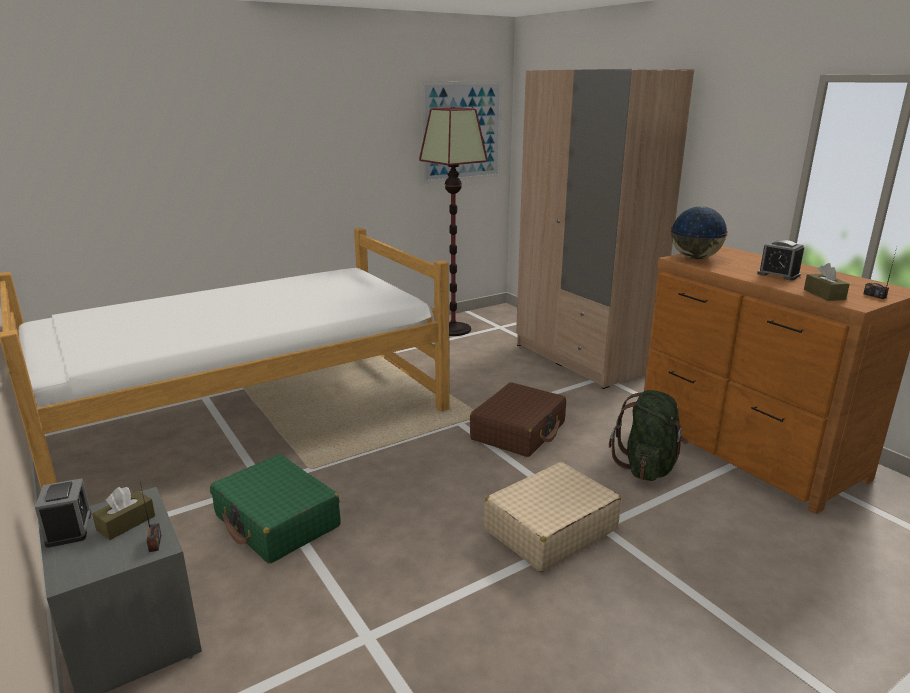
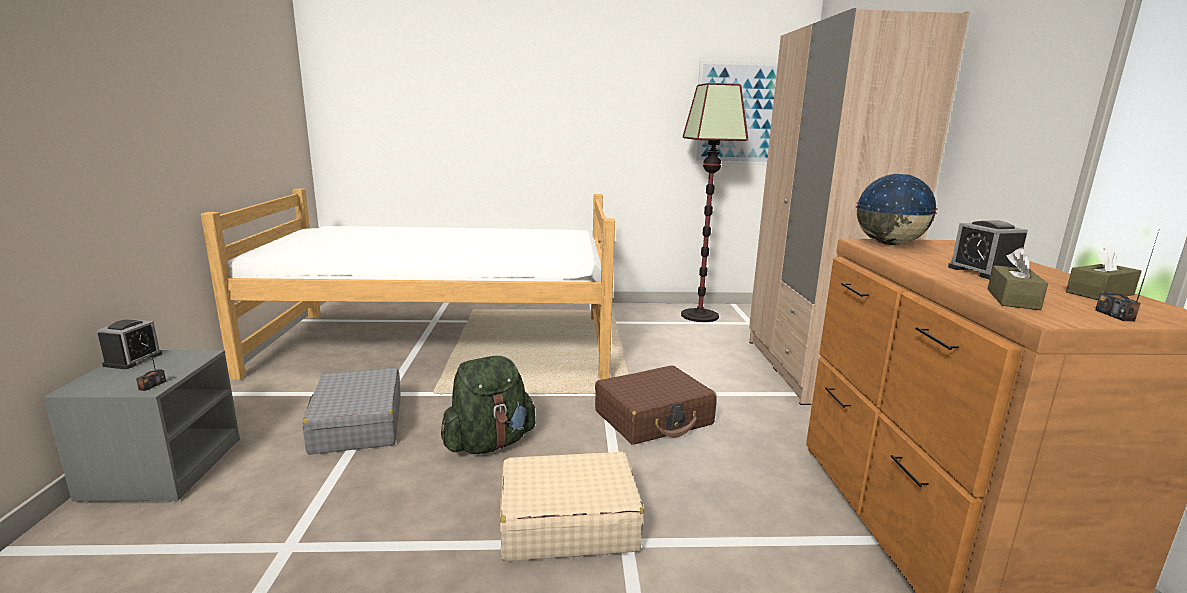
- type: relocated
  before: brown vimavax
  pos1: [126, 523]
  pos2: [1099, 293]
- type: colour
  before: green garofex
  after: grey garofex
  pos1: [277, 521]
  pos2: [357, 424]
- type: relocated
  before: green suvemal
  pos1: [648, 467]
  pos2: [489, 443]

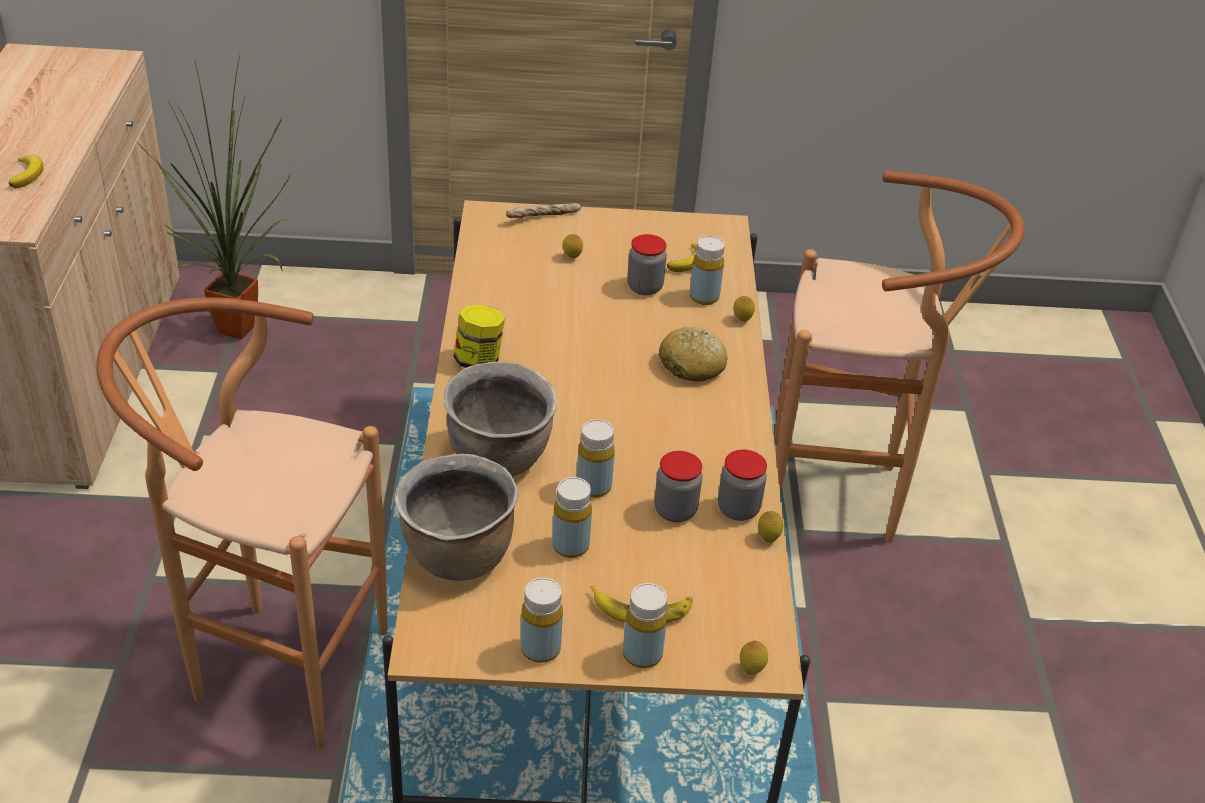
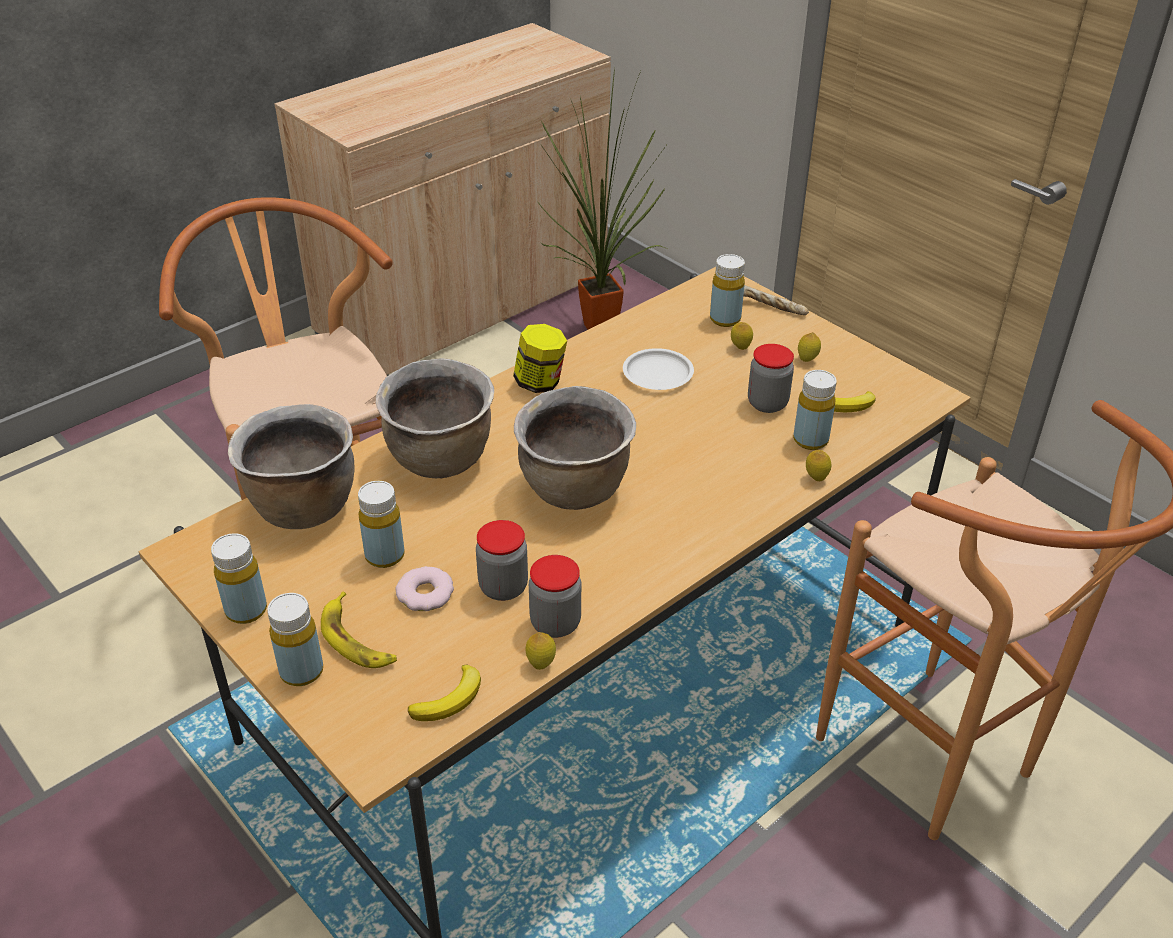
- type: relocated
  before: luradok
  pos1: [28, 174]
  pos2: [450, 699]
- type: relocated
  before: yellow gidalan
  pos1: [593, 487]
  pos2: [725, 319]
- type: missing
  before: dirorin
  pos1: [692, 365]
- type: relocated
  before: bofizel
  pos1: [751, 670]
  pos2: [807, 360]
- type: appeared
  after: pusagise
  pos2: [425, 594]
- type: appeared
  after: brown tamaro
  pos2: [575, 490]
- type: appeared
  after: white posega
  pos2: [657, 374]

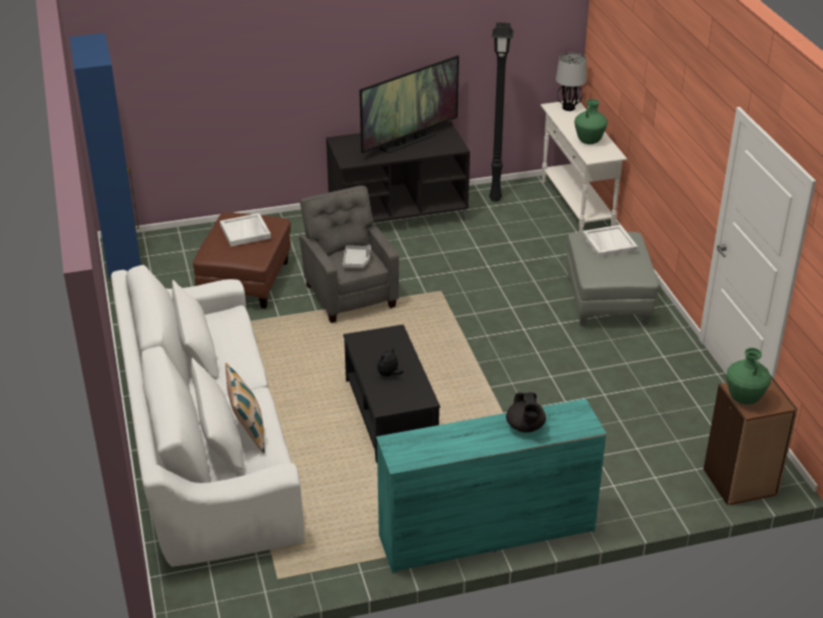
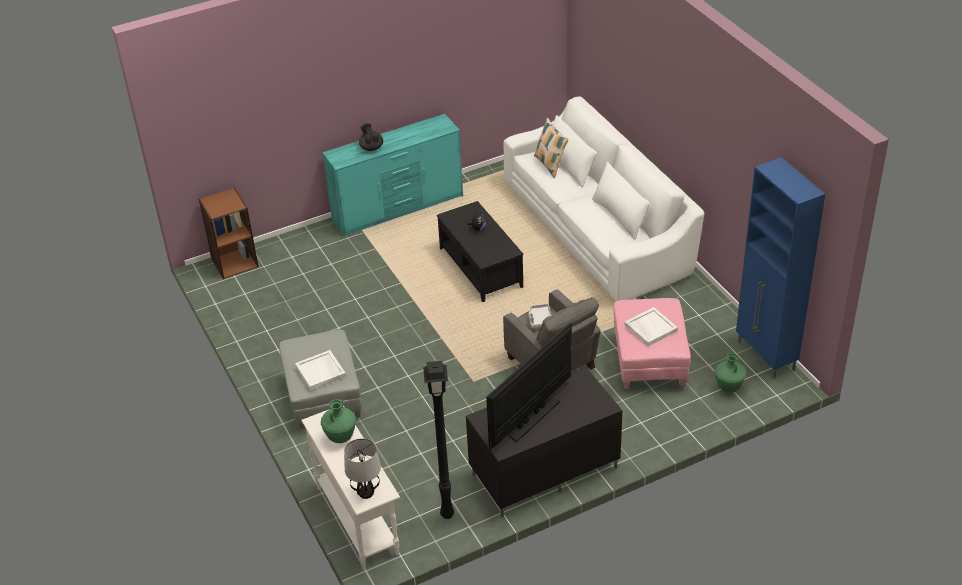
- type: colour
  before: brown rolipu
  after: pink rolipu
  pos1: [246, 281]
  pos2: [649, 361]
- type: relocated
  before: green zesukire
  pos1: [744, 399]
  pos2: [728, 387]

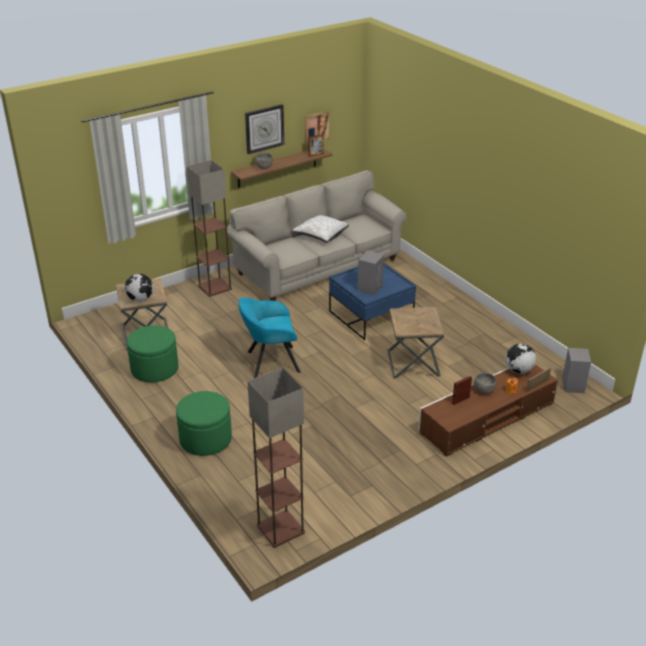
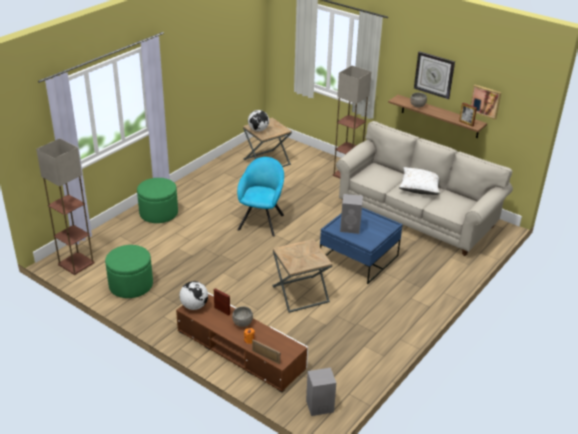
- type: relocated
  before: green rolipu
  pos1: [155, 369]
  pos2: [131, 285]
- type: spun
  before: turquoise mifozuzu
  pos1: [270, 362]
  pos2: [262, 220]
  turn: 45
- type: relocated
  before: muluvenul
  pos1: [518, 370]
  pos2: [194, 306]

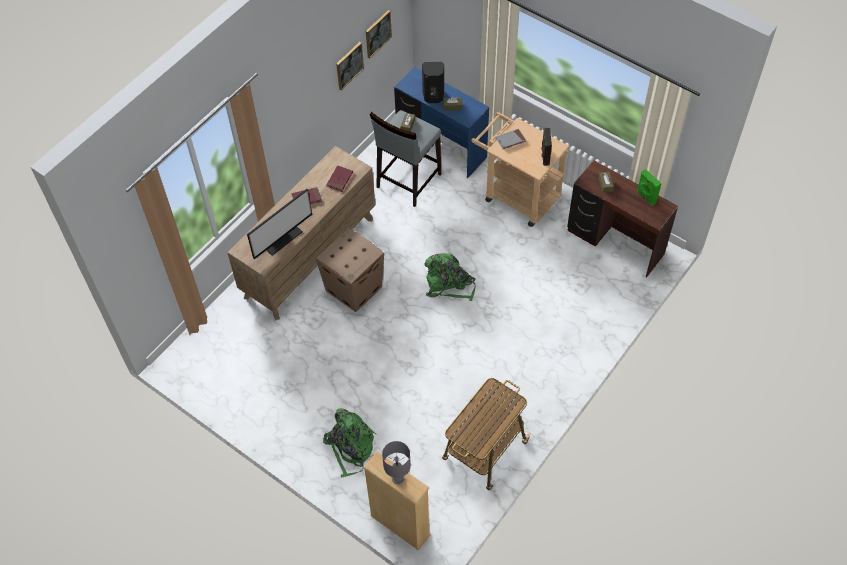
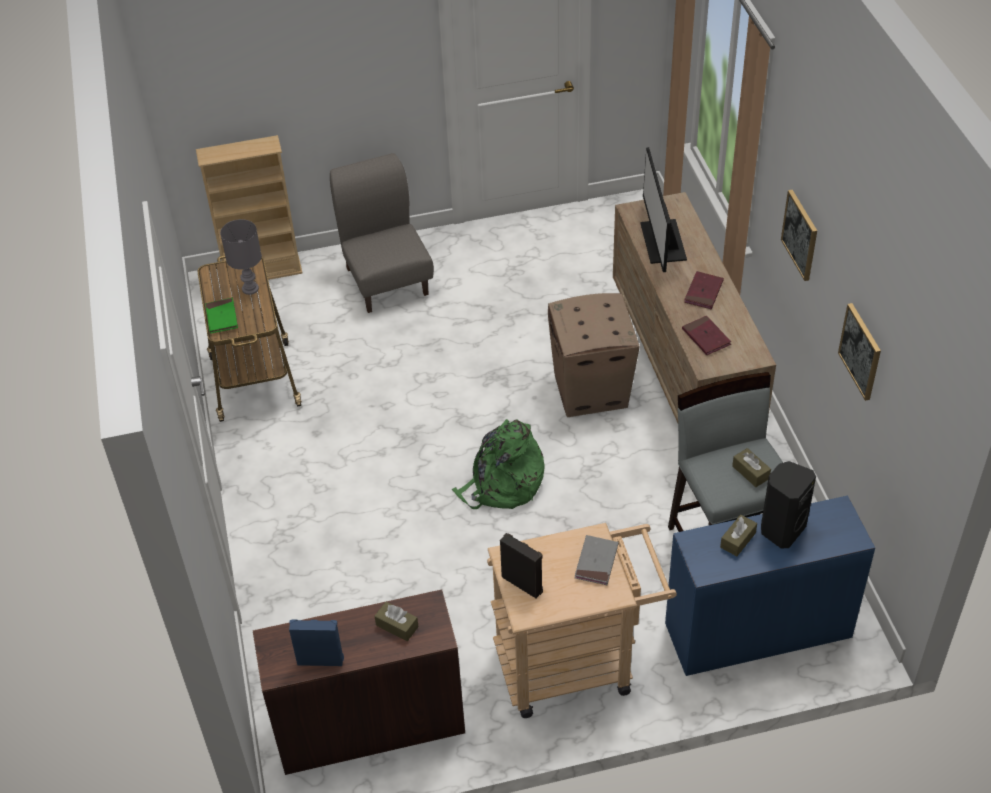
- type: exchanged
  before: green suvemal
  after: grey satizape
  pos1: [350, 447]
  pos2: [387, 280]
- type: relocated
  before: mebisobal
  pos1: [377, 33]
  pos2: [800, 234]
- type: relocated
  before: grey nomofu
  pos1: [397, 478]
  pos2: [250, 288]
- type: colour
  before: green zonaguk
  after: blue zonaguk
  pos1: [646, 197]
  pos2: [320, 659]
- type: appeared
  after: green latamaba
  pos2: [222, 317]

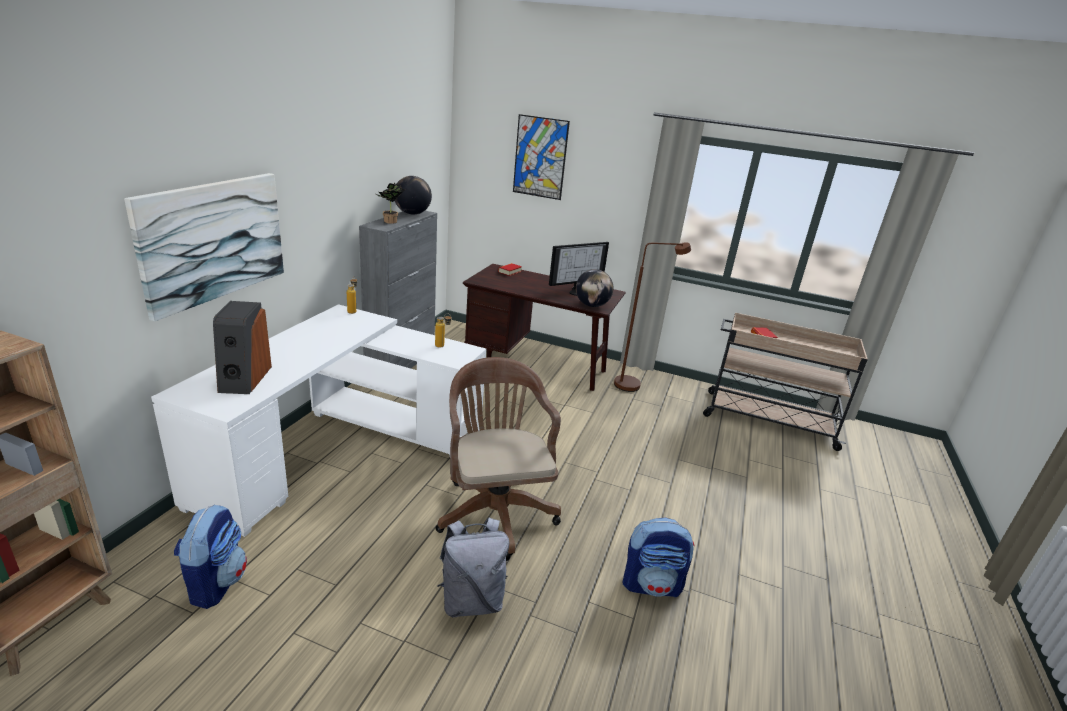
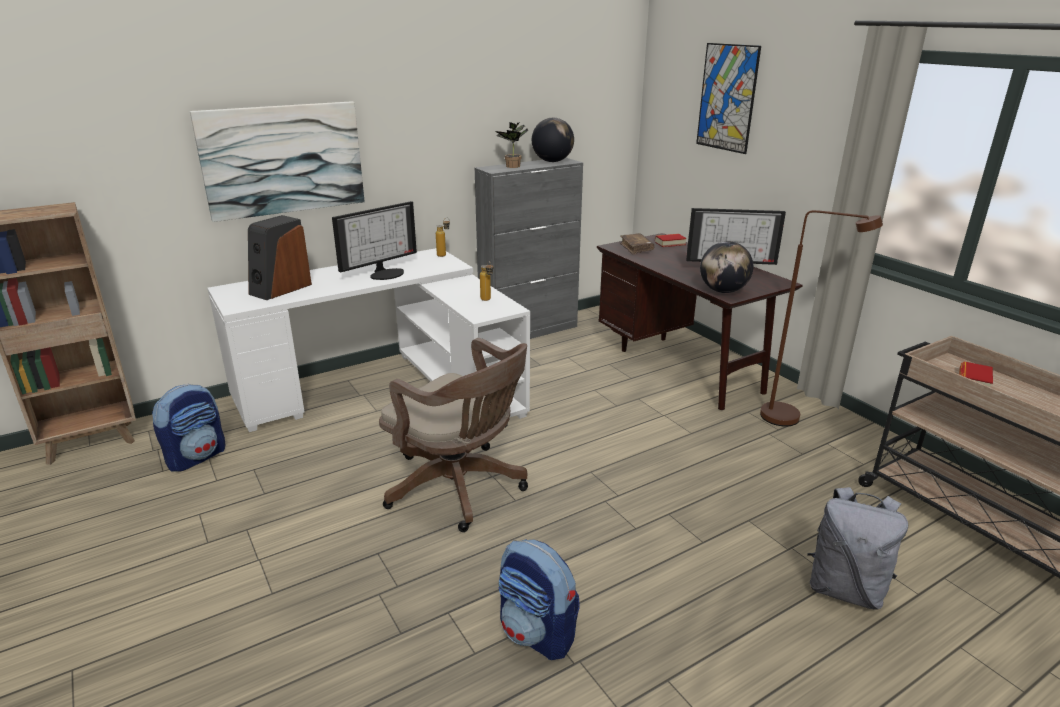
- type: spun
  before: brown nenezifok
  pos1: [495, 510]
  pos2: [460, 489]
  turn: 105
- type: relocated
  before: grey suvemal
  pos1: [471, 601]
  pos2: [845, 589]
- type: appeared
  after: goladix
  pos2: [385, 273]
- type: appeared
  after: brown latamaba
  pos2: [636, 248]

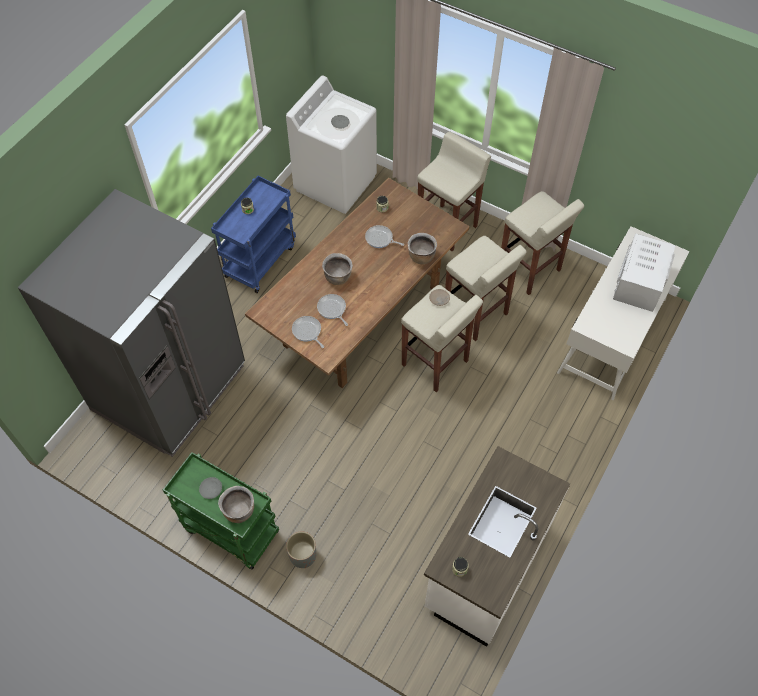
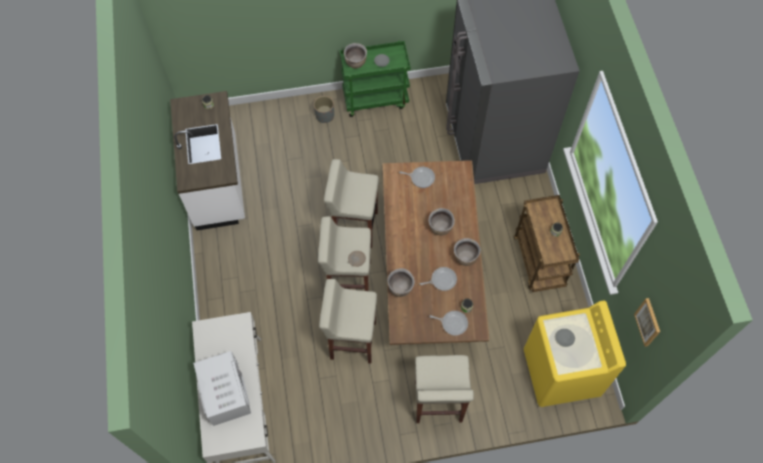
- type: colour
  before: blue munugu
  after: brown munugu
  pos1: [260, 260]
  pos2: [539, 262]
- type: colour
  before: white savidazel
  after: yellow savidazel
  pos1: [336, 183]
  pos2: [561, 373]
- type: relocated
  before: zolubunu
  pos1: [332, 309]
  pos2: [453, 323]
- type: relocated
  before: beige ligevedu
  pos1: [529, 270]
  pos2: [355, 227]
- type: appeared
  after: brown tamaro
  pos2: [465, 258]
- type: appeared
  after: mebisobal
  pos2: [648, 322]

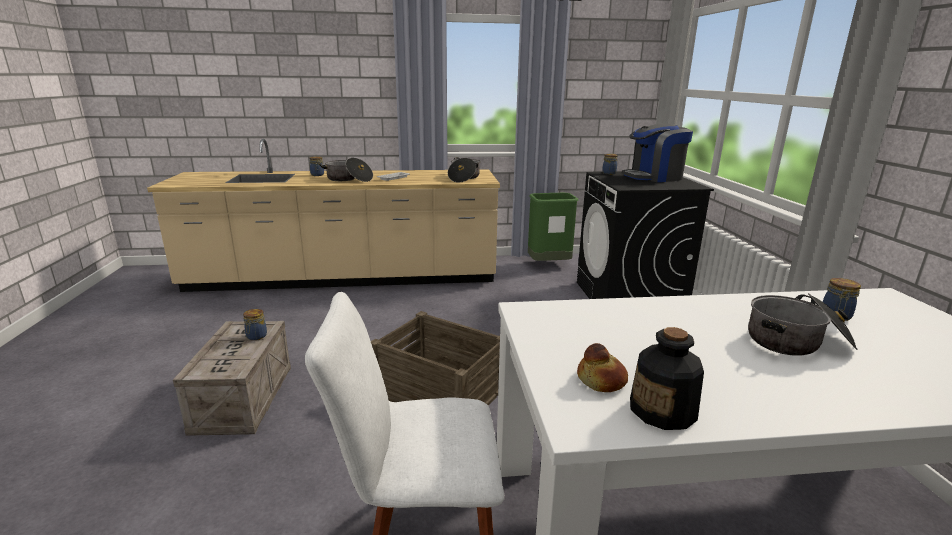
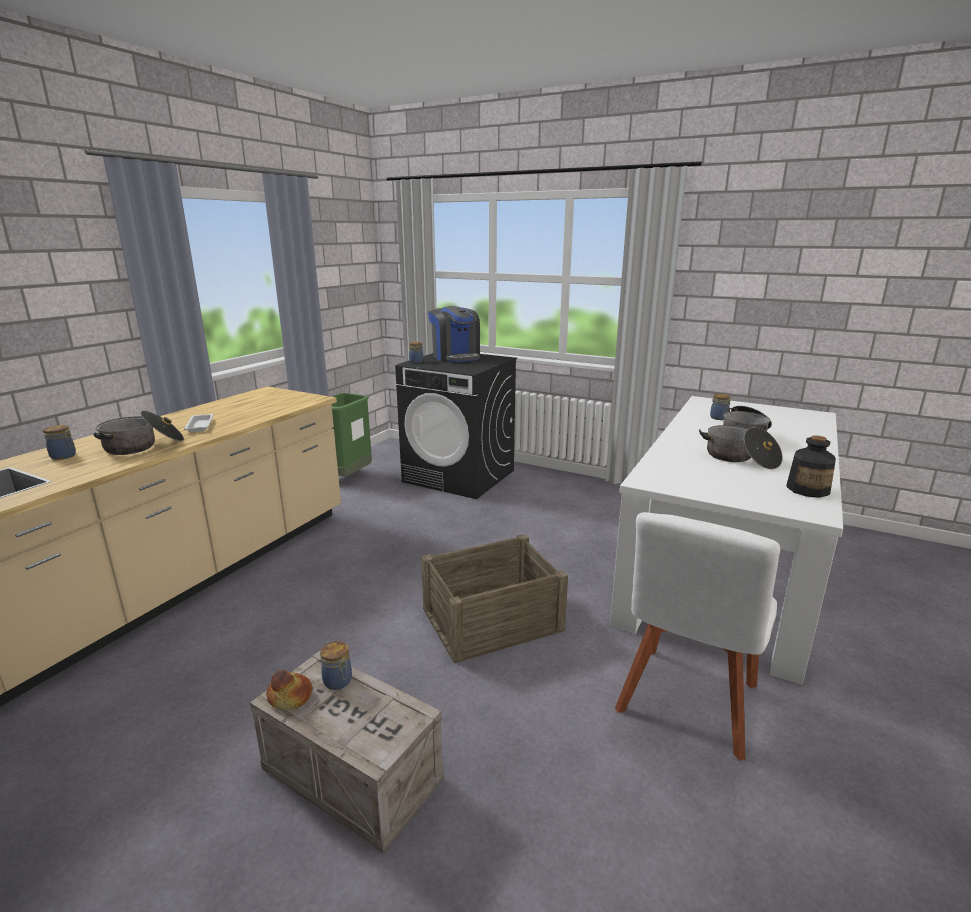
- type: relocated
  before: tamaro
  pos1: [464, 178]
  pos2: [739, 458]
- type: relocated
  before: dirorin
  pos1: [601, 380]
  pos2: [290, 696]
- type: spun
  before: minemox
  pos1: [654, 177]
  pos2: [456, 357]
  turn: -45

